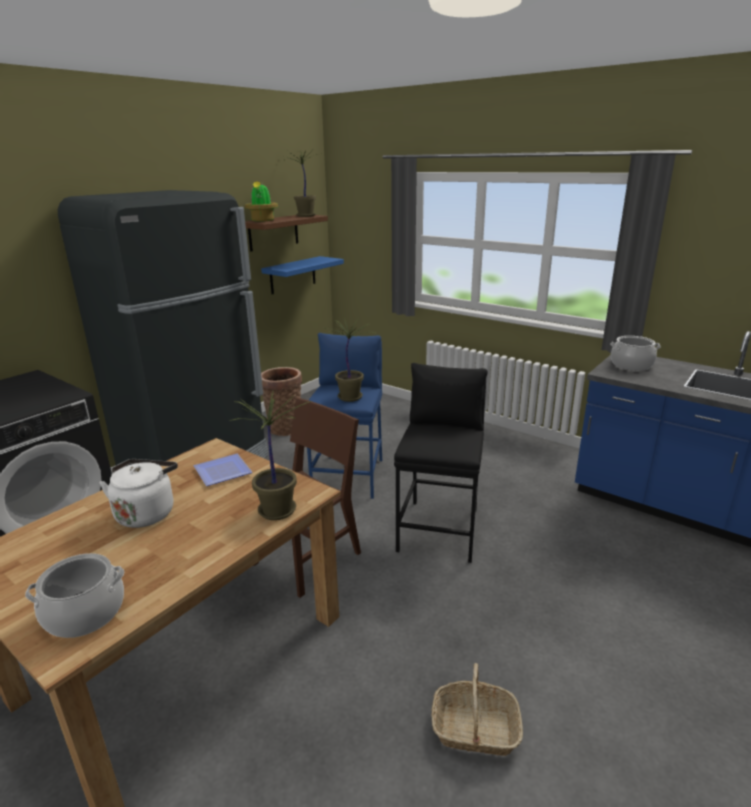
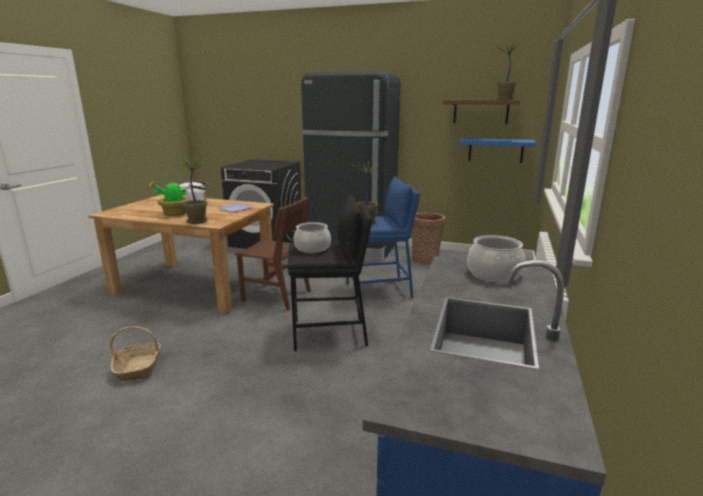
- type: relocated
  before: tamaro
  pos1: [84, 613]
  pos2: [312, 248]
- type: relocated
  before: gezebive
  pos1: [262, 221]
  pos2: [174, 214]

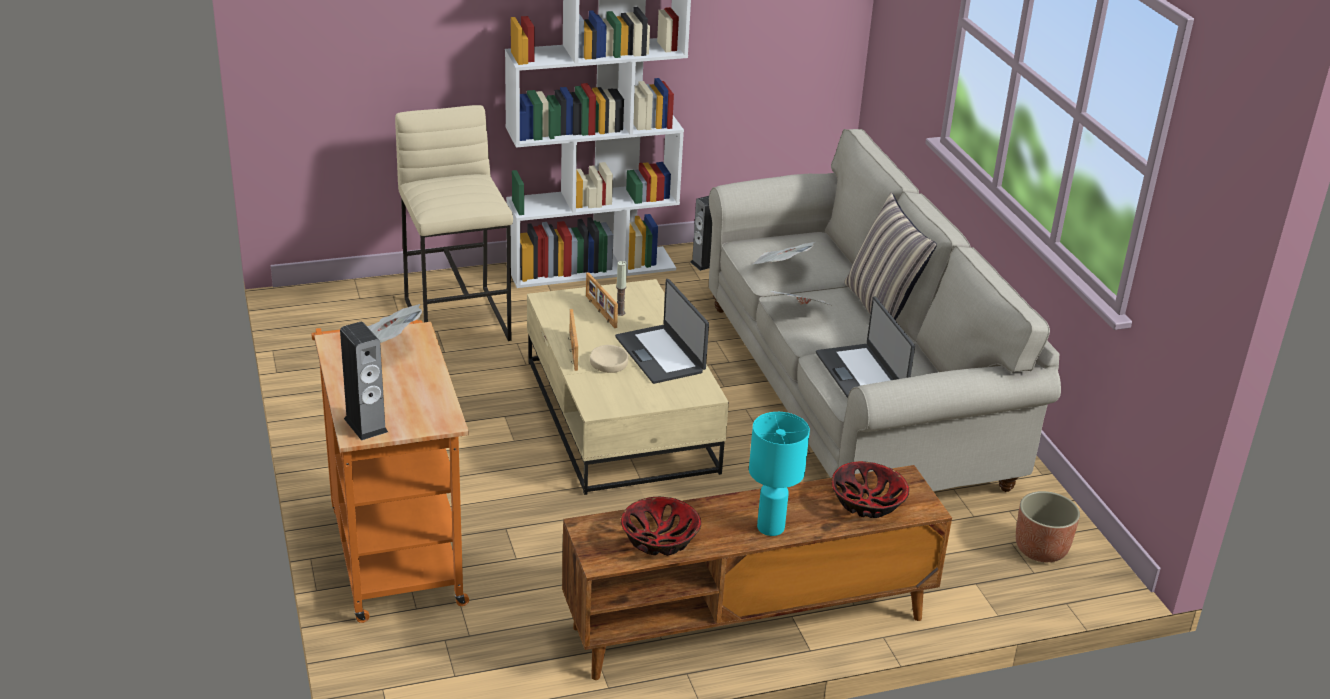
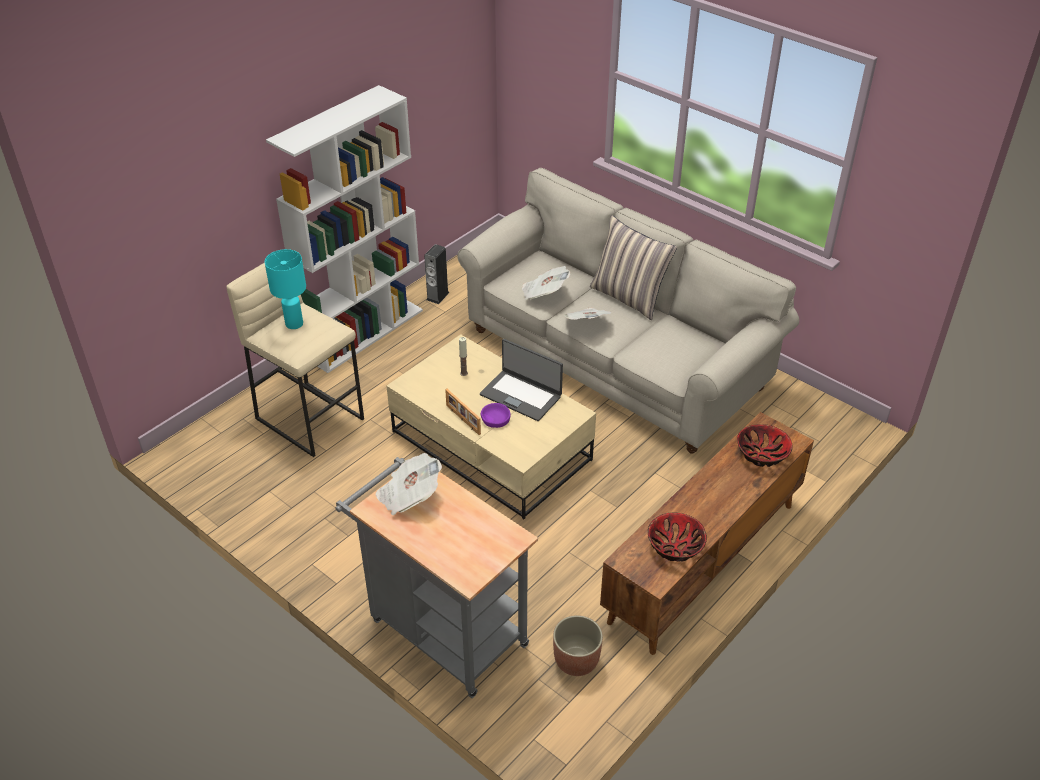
- type: colour
  before: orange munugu
  after: grey munugu
  pos1: [394, 549]
  pos2: [441, 628]
- type: missing
  before: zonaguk
  pos1: [365, 425]
- type: missing
  before: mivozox
  pos1: [600, 311]
- type: colour
  before: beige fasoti
  after: purple fasoti
  pos1: [608, 364]
  pos2: [495, 419]
- type: relocated
  before: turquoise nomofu
  pos1: [770, 528]
  pos2: [294, 324]
- type: missing
  before: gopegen
  pos1: [862, 374]
- type: relocated
  before: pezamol
  pos1: [1041, 549]
  pos2: [576, 660]

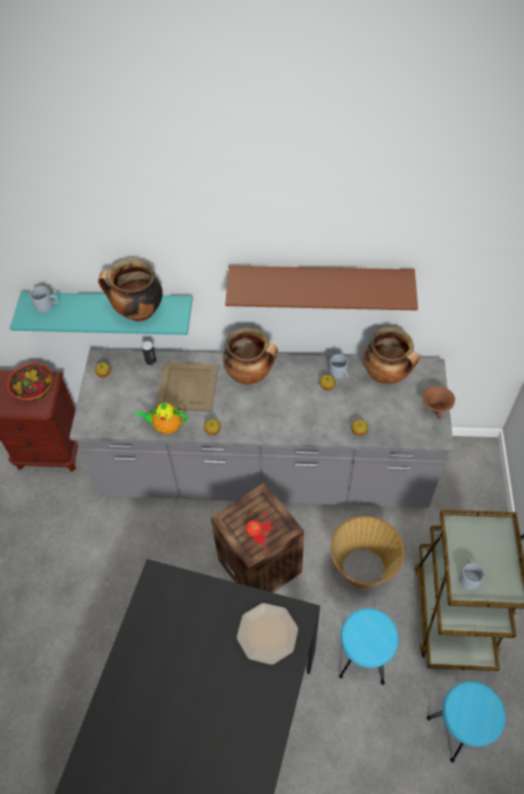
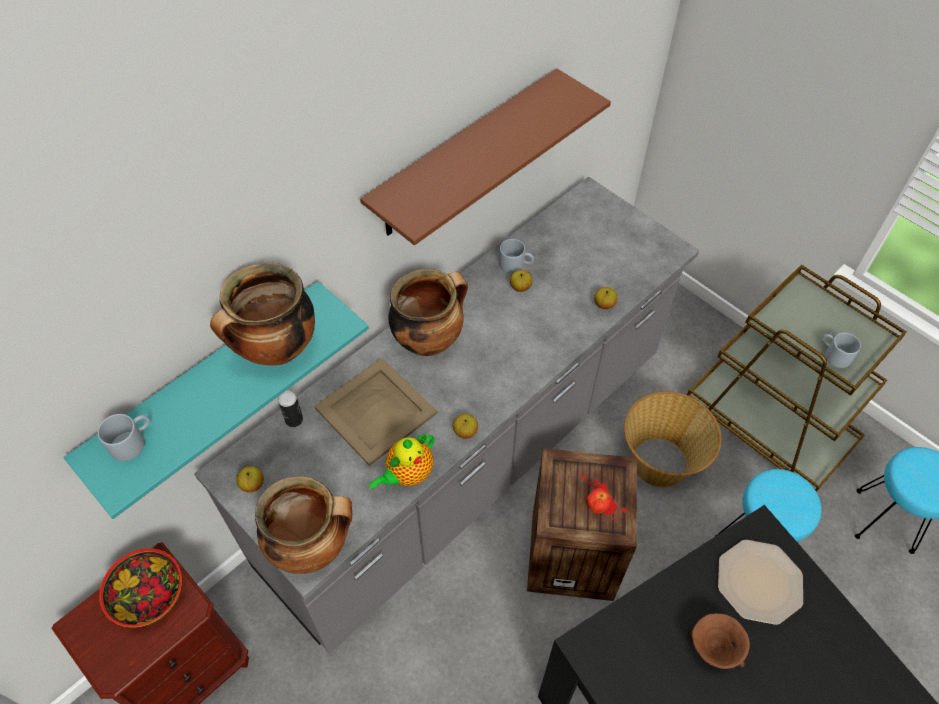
- type: relocated
  before: tamaro
  pos1: [387, 375]
  pos2: [312, 546]
- type: relocated
  before: brown fasoti
  pos1: [436, 408]
  pos2: [715, 649]

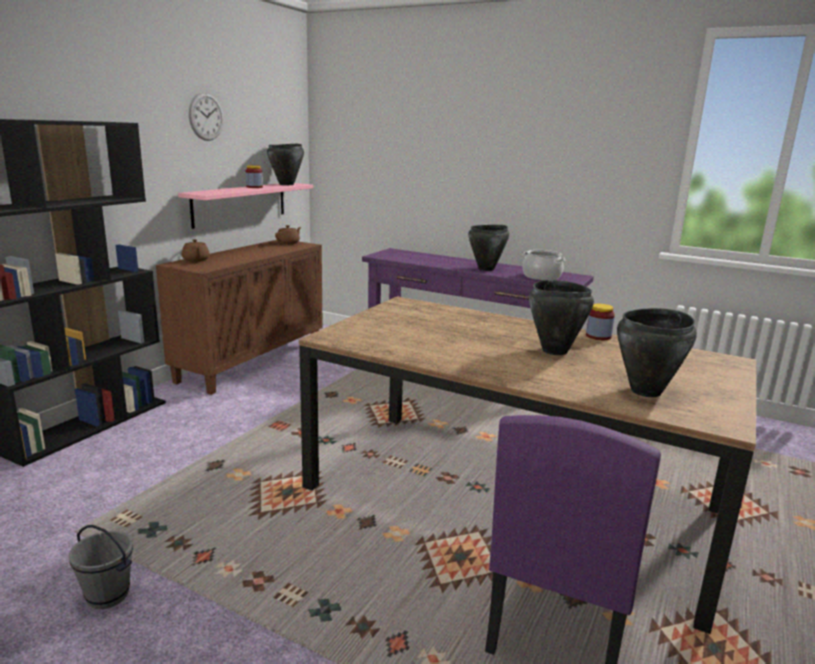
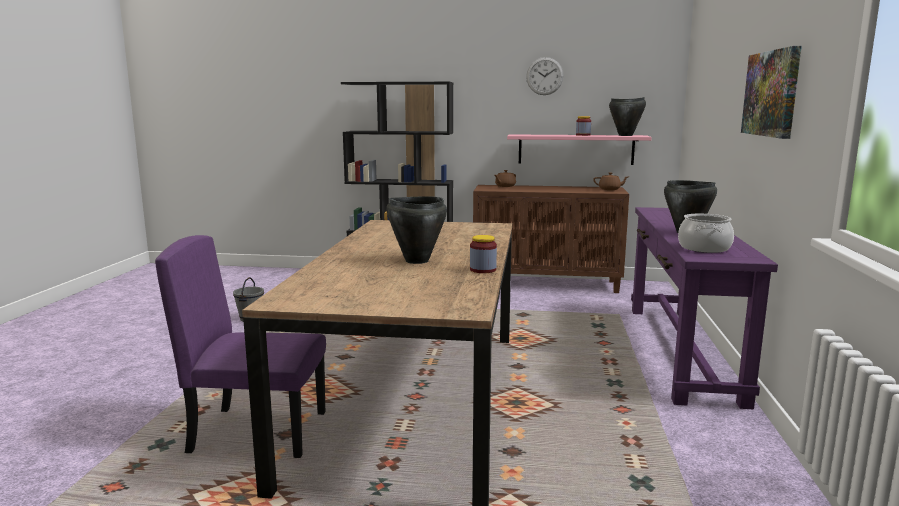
- type: missing
  before: black tamaro
  pos1: [646, 391]
- type: appeared
  after: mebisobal
  pos2: [771, 93]

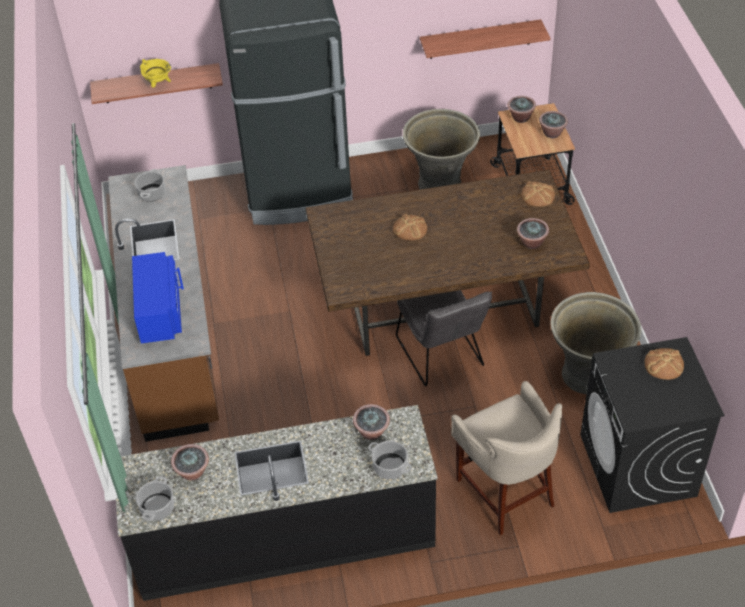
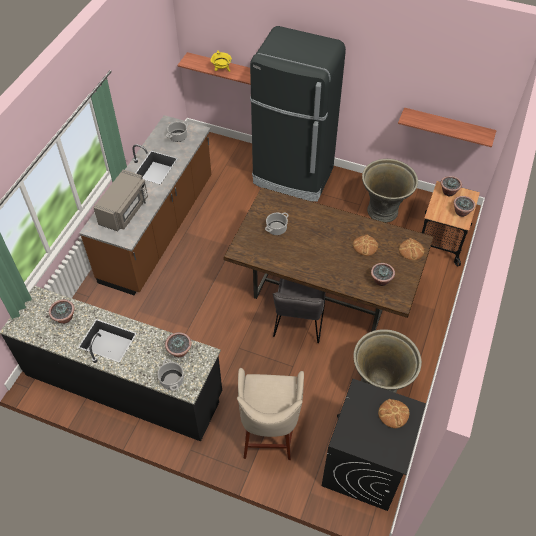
- type: colour
  before: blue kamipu
  after: grey kamipu
  pos1: [160, 311]
  pos2: [125, 210]
- type: relocated
  before: tamaro
  pos1: [157, 507]
  pos2: [276, 228]
- type: relocated
  before: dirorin
  pos1: [410, 229]
  pos2: [365, 246]

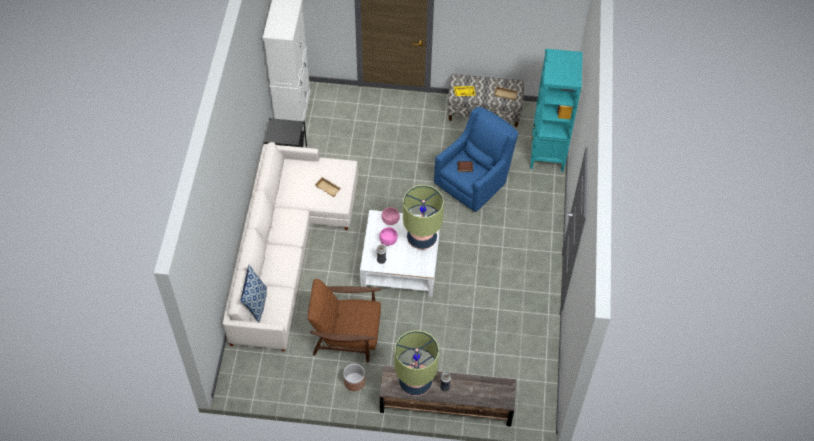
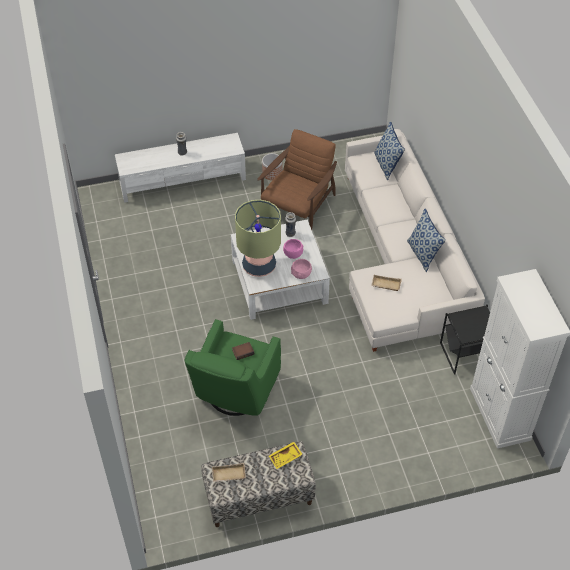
- type: spun
  before: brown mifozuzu
  pos1: [347, 335]
  pos2: [298, 205]
  turn: -45
- type: colour
  before: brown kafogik
  after: white kafogik
  pos1: [446, 404]
  pos2: [183, 180]
- type: missing
  before: nomofu
  pos1: [415, 383]
- type: colour
  before: blue mifozuzu
  after: green mifozuzu
  pos1: [474, 183]
  pos2: [235, 393]
- type: missing
  before: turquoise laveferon
  pos1: [547, 154]
- type: appeared
  after: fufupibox
  pos2: [423, 254]

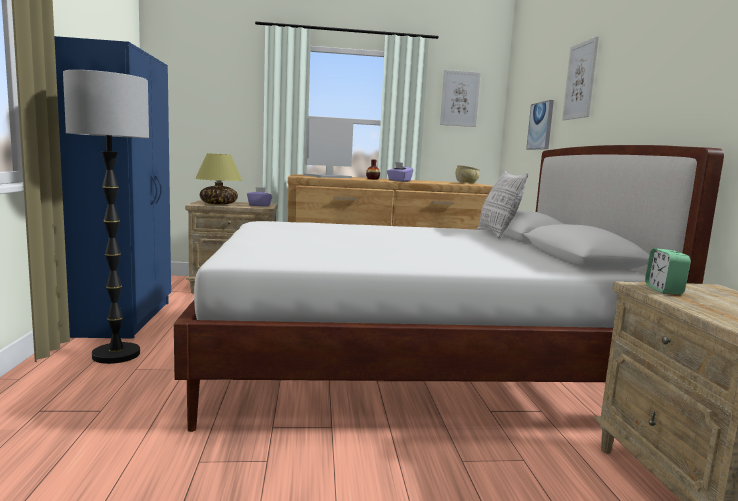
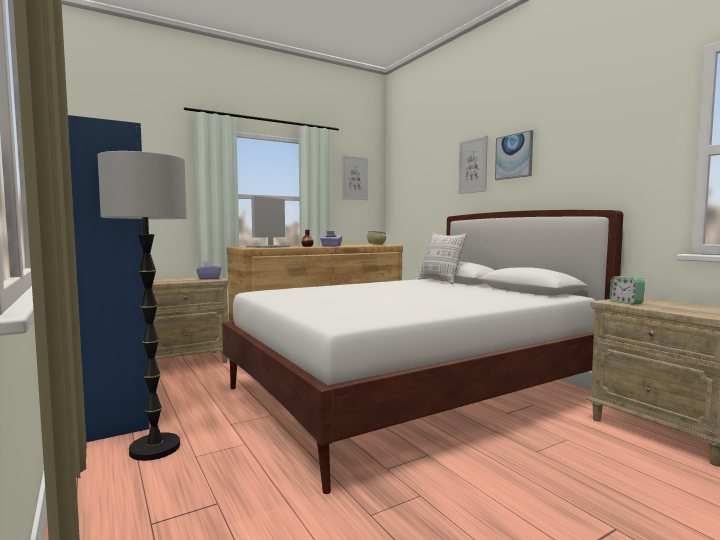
- type: missing
  before: nomofu
  pos1: [219, 204]
- type: relocated
  before: mebisobal
  pos1: [540, 126]
  pos2: [514, 156]

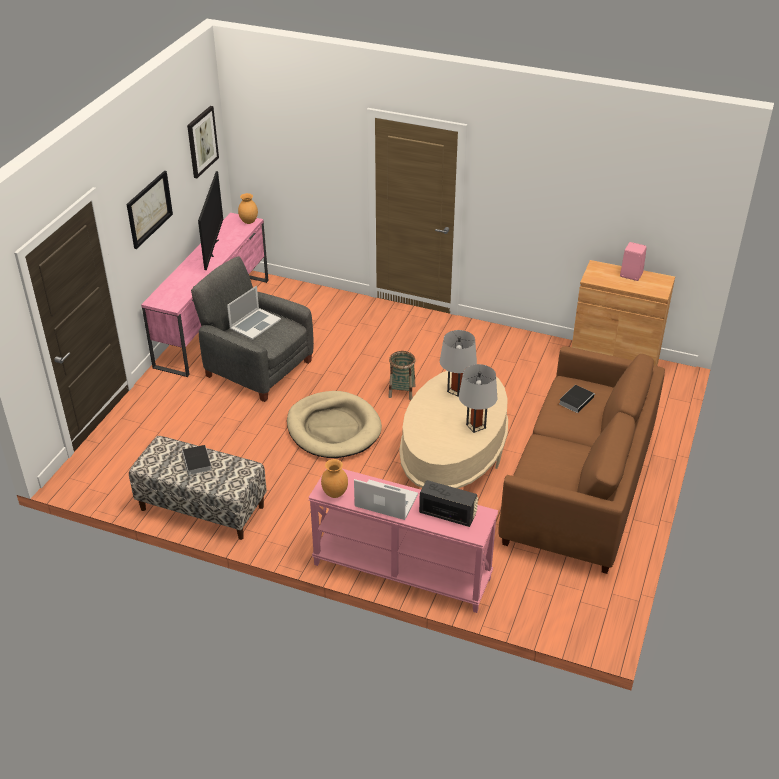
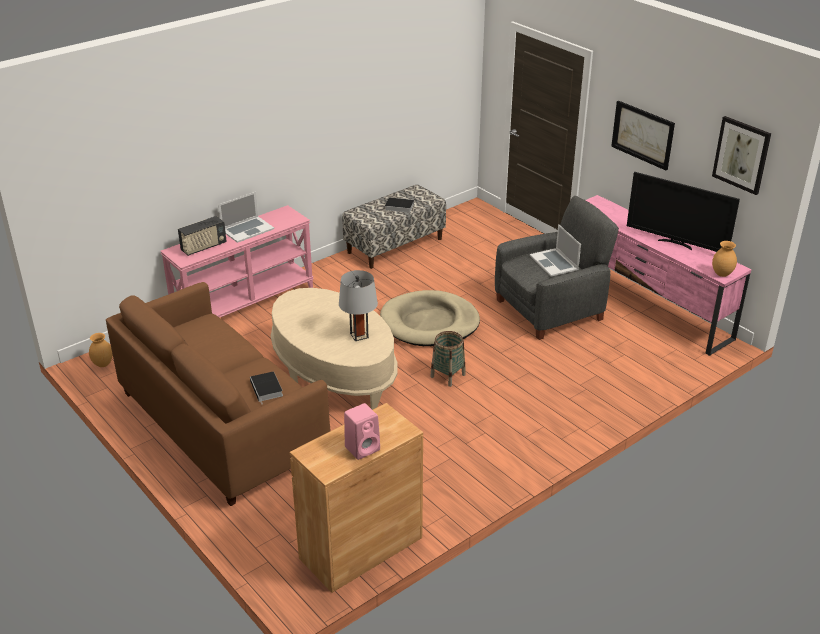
- type: relocated
  before: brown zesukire
  pos1: [334, 493]
  pos2: [103, 364]
- type: missing
  before: grey nomofu
  pos1: [476, 426]

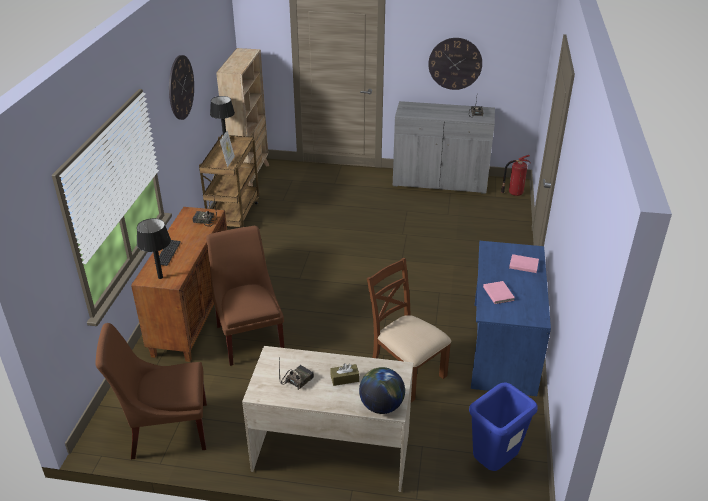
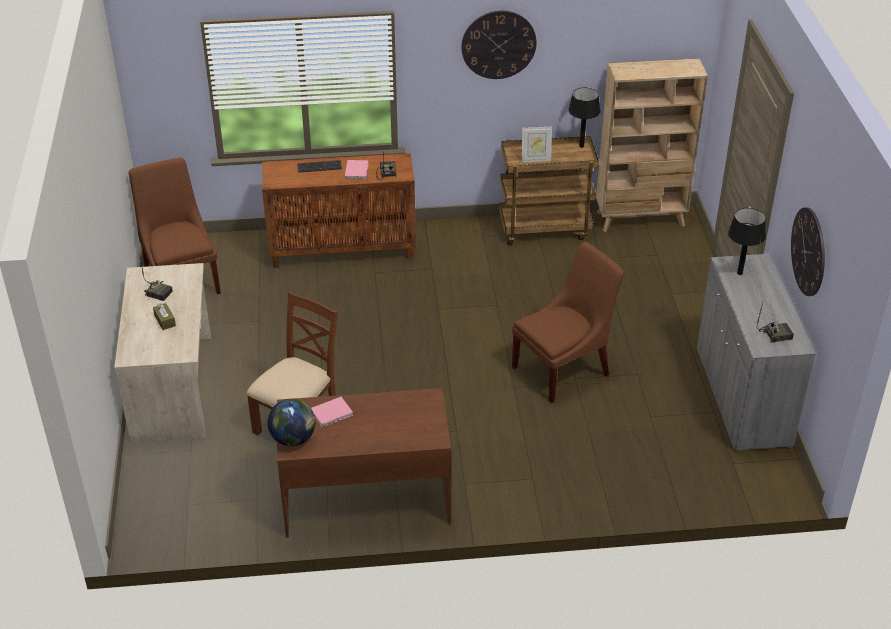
- type: relocated
  before: black nomofu
  pos1: [160, 277]
  pos2: [739, 273]
- type: relocated
  before: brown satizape
  pos1: [250, 336]
  pos2: [564, 369]
- type: relocated
  before: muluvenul
  pos1: [381, 406]
  pos2: [293, 439]
- type: missing
  before: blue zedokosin
  pos1: [494, 463]
- type: colour
  before: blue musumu
  after: brown musumu
  pos1: [502, 347]
  pos2: [366, 499]
- type: missing
  before: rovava
  pos1: [514, 193]
- type: relocated
  before: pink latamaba
  pos1: [523, 264]
  pos2: [357, 170]

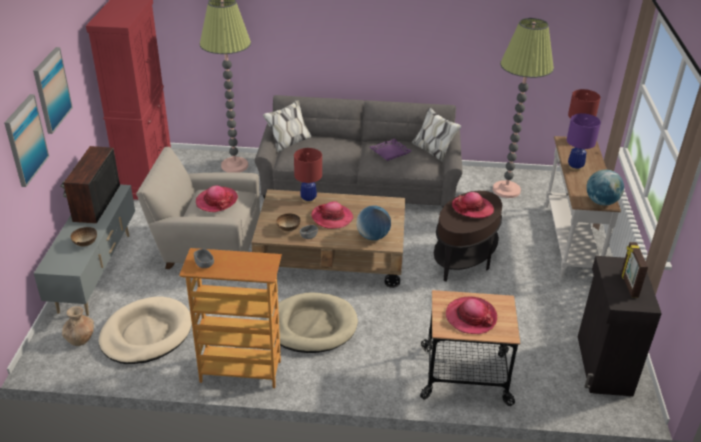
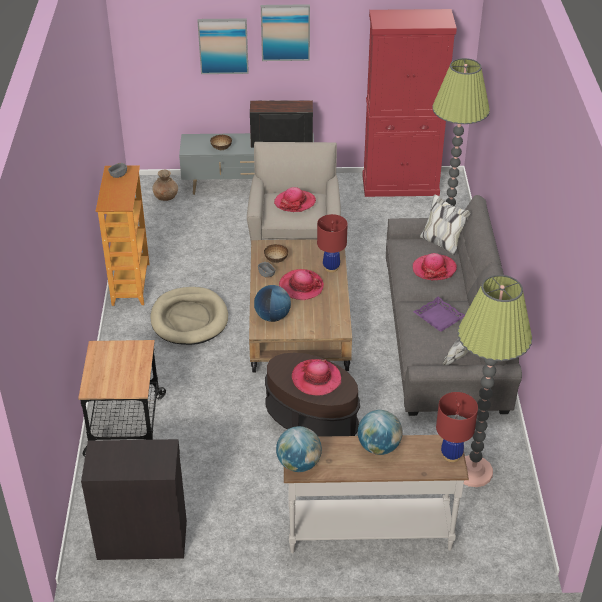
- type: missing
  before: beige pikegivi
  pos1: [146, 334]
- type: relocated
  before: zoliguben
  pos1: [471, 317]
  pos2: [434, 269]
- type: exchanged
  before: purple nomofu
  after: muluvenul
  pos1: [575, 167]
  pos2: [379, 447]
- type: missing
  before: mivozox
  pos1: [628, 285]

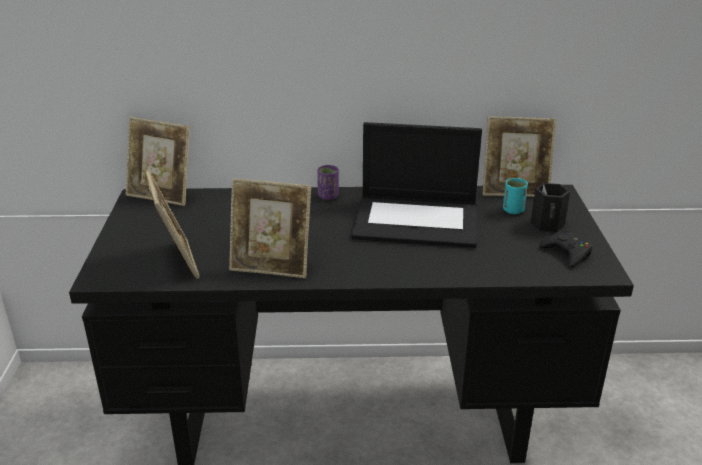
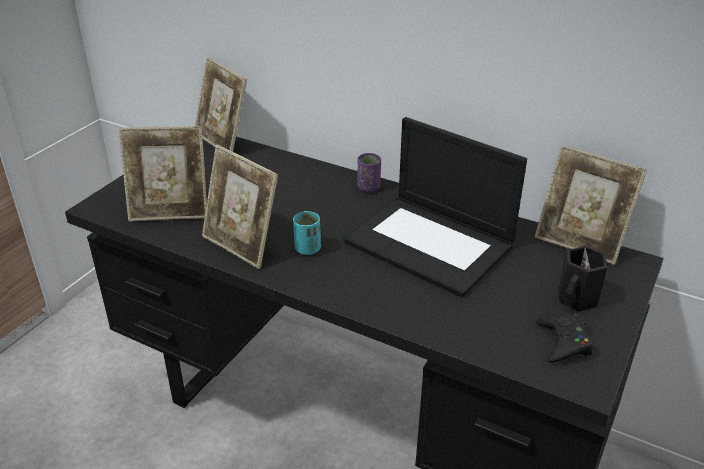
- type: spun
  before: mivozox
  pos1: [177, 261]
  pos2: [170, 212]
  turn: 75
- type: relocated
  before: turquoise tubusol
  pos1: [513, 210]
  pos2: [307, 249]

